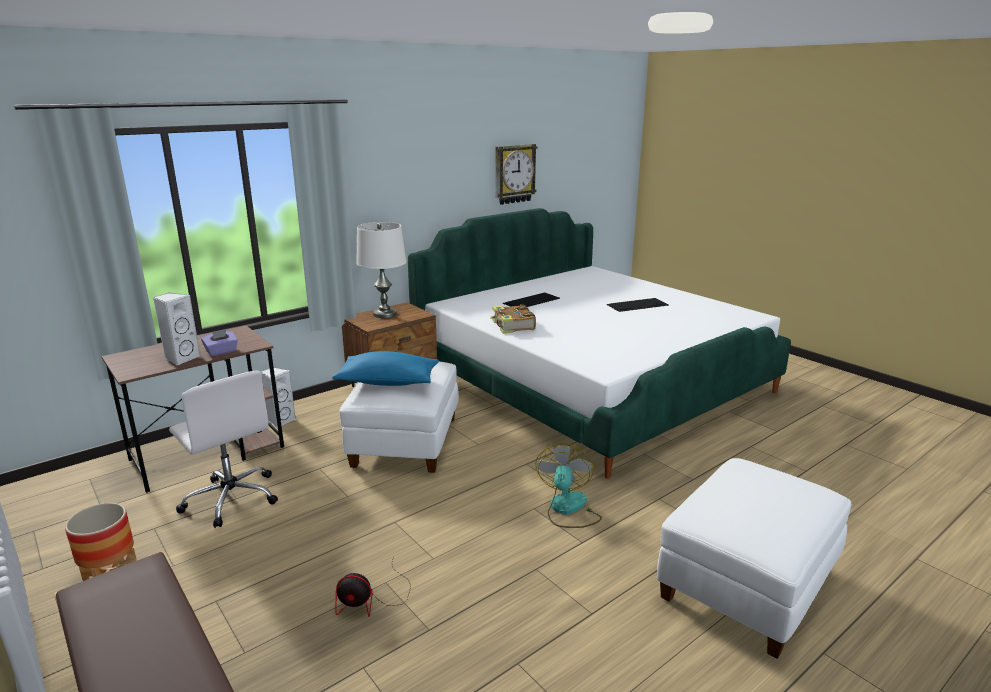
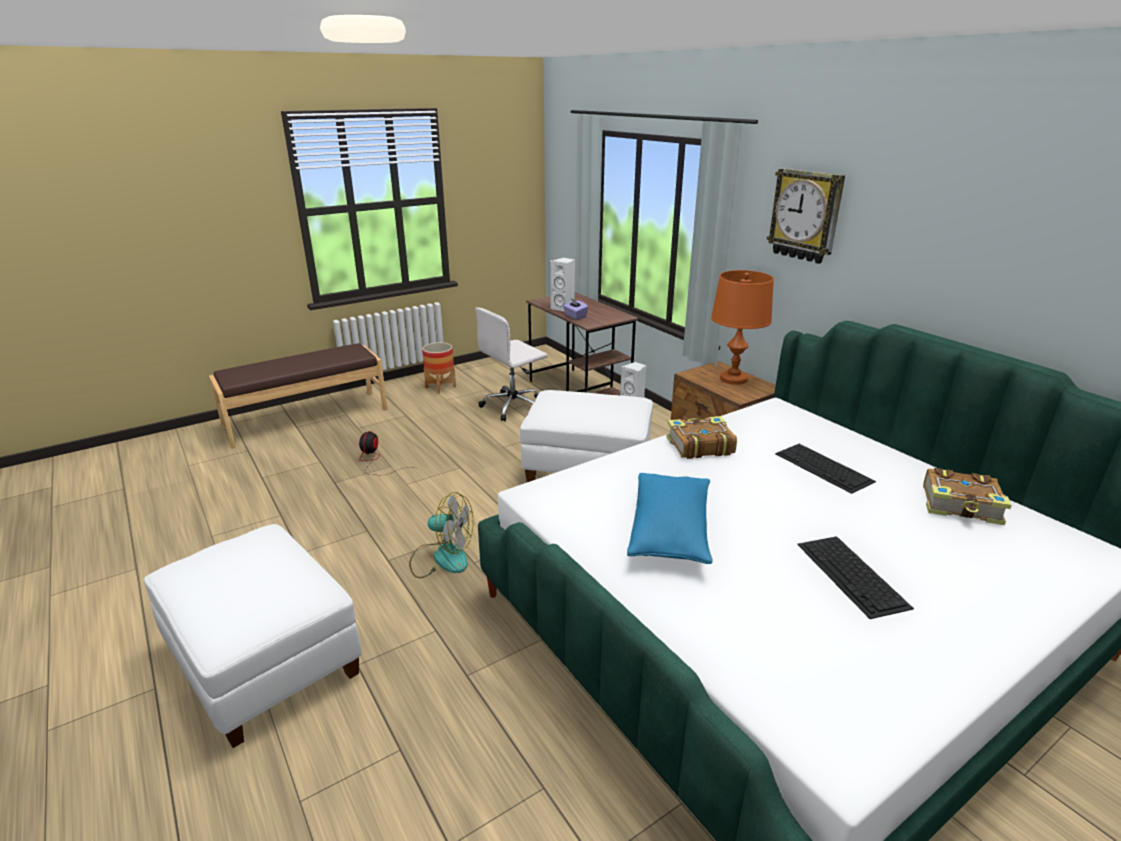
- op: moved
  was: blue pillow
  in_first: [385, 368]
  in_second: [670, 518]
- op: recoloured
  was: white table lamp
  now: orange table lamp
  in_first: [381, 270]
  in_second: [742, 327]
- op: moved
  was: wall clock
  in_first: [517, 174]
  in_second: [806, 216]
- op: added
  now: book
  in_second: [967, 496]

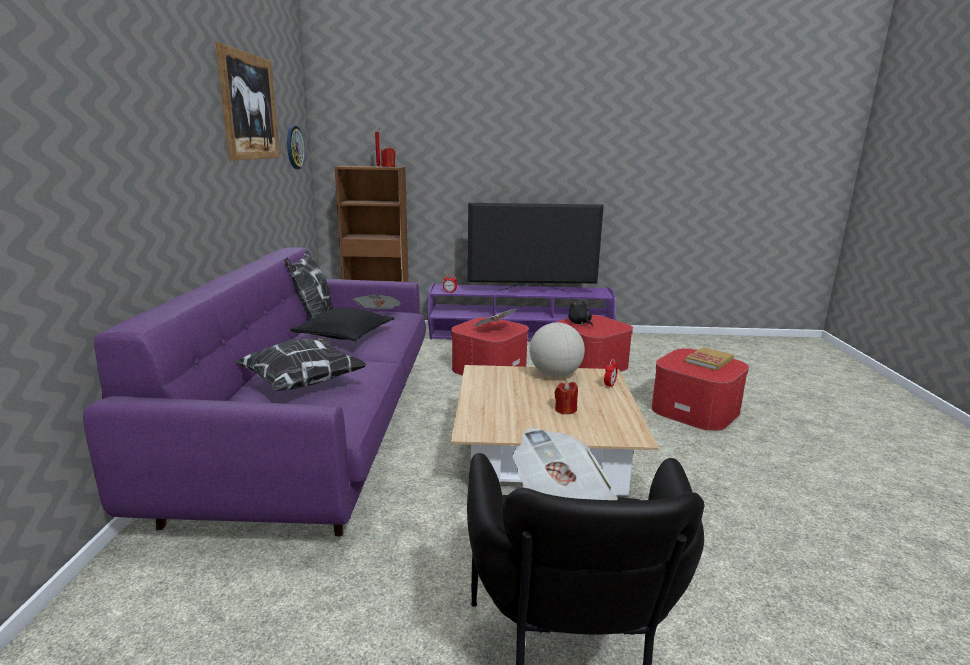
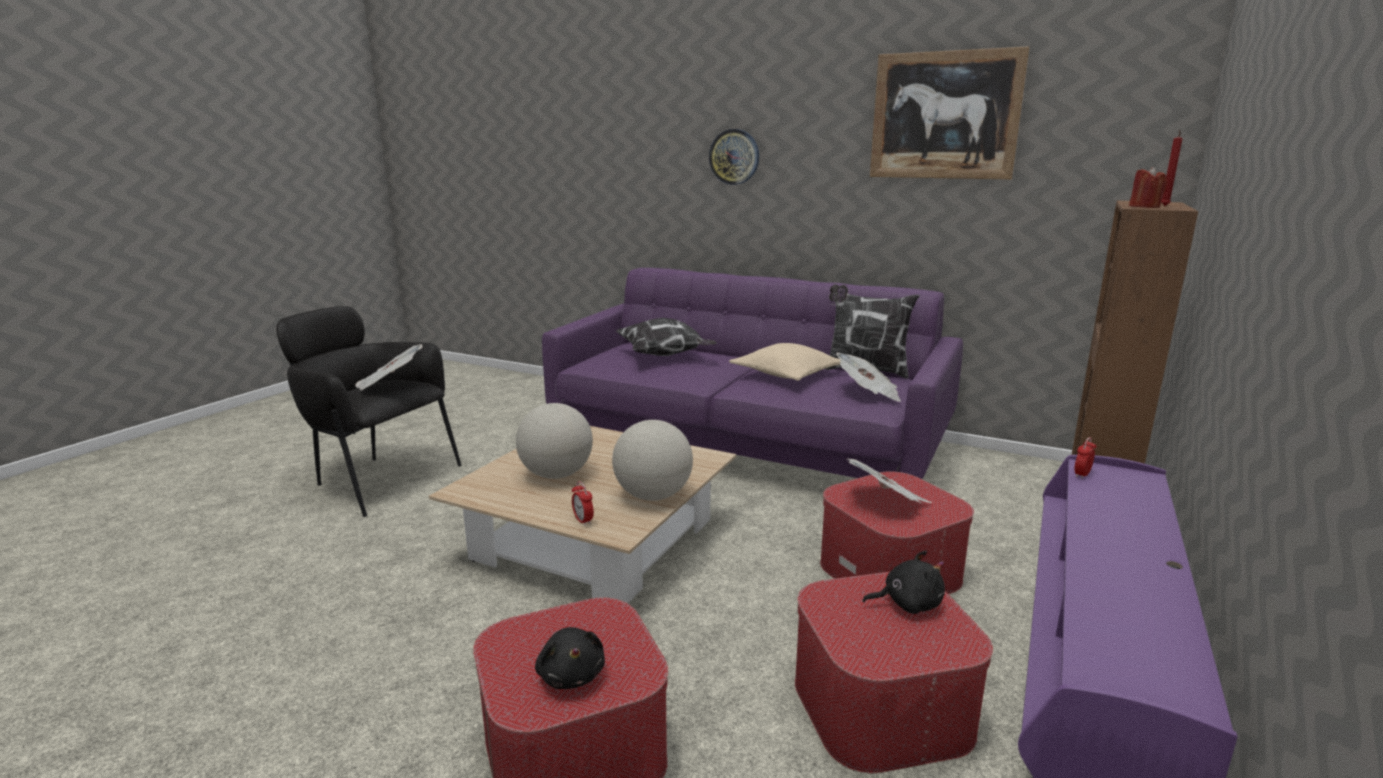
- op: replaced
  was: red candle
  now: globe
  in_first: [566, 398]
  in_second: [554, 441]
- op: replaced
  was: book
  now: black plush toy
  in_first: [709, 359]
  in_second: [570, 658]
- op: moved
  was: wall clock
  in_first: [296, 147]
  in_second: [734, 157]
- op: recoloured
  was: black pillow
  now: beige pillow
  in_first: [342, 324]
  in_second: [785, 362]
- op: removed
  was: television
  in_first: [536, 248]

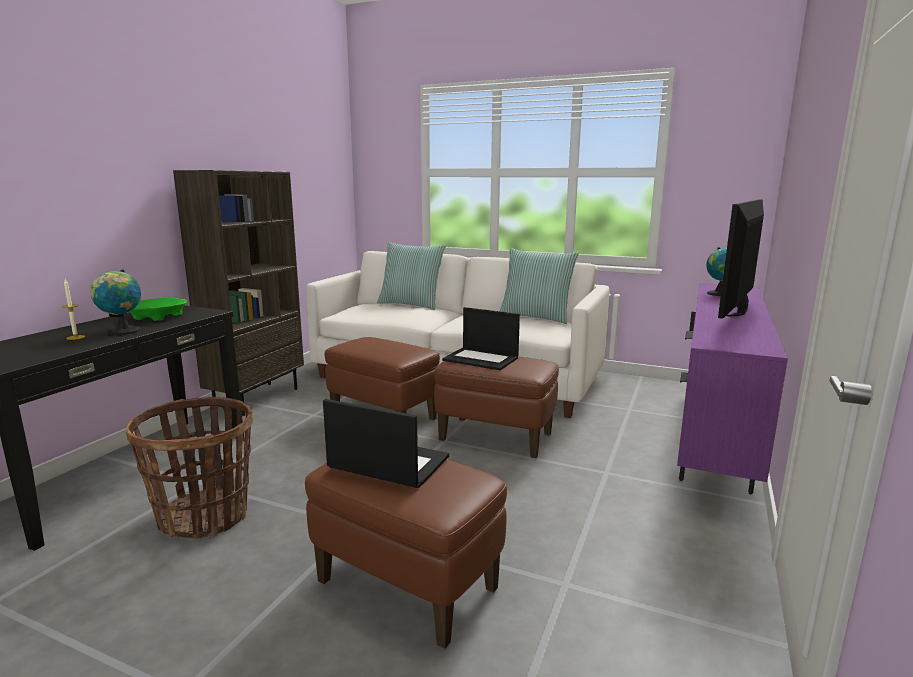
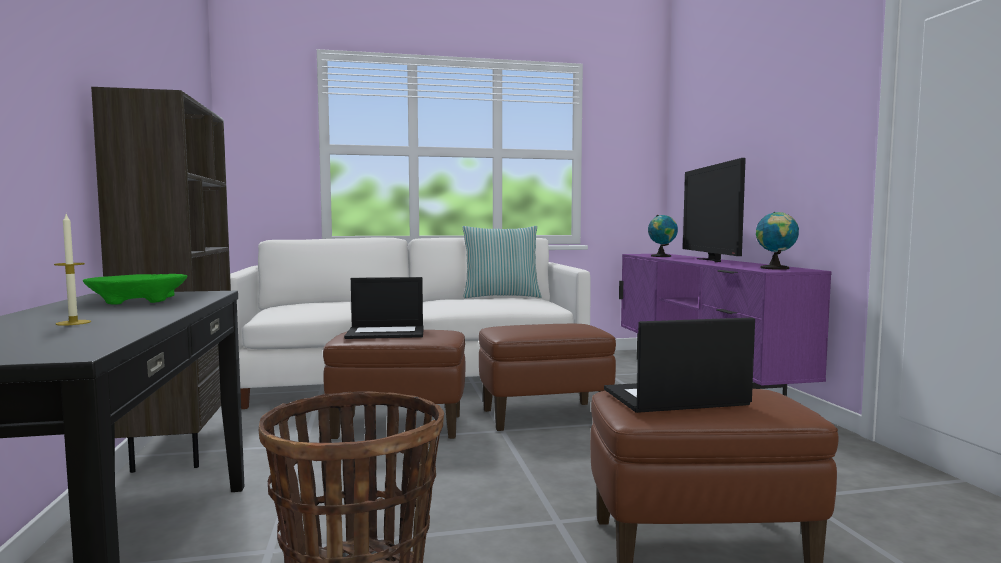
- op: moved
  was: laptop
  in_first: [481, 338]
  in_second: [384, 308]
- op: moved
  was: globe
  in_first: [116, 302]
  in_second: [777, 241]
- op: removed
  was: pillow
  in_first: [411, 276]

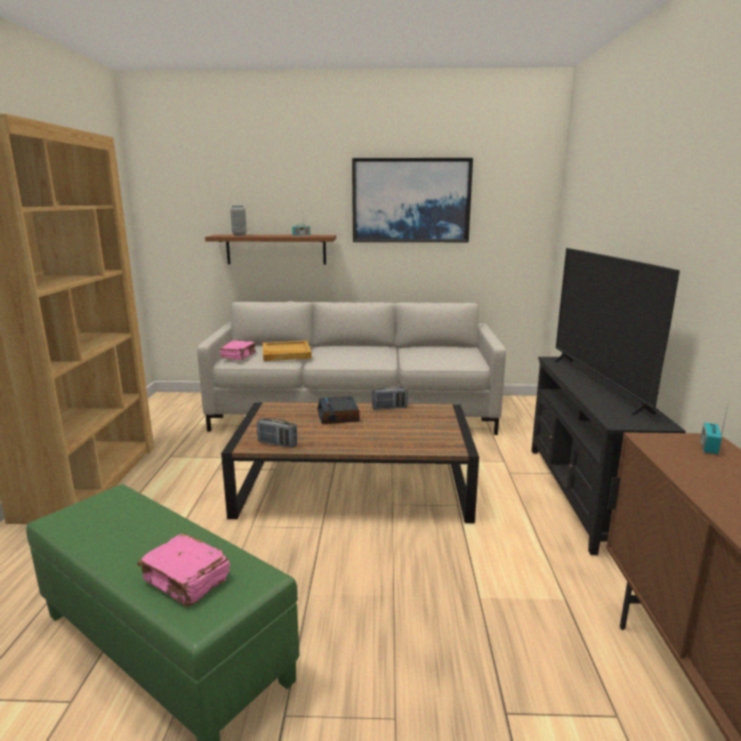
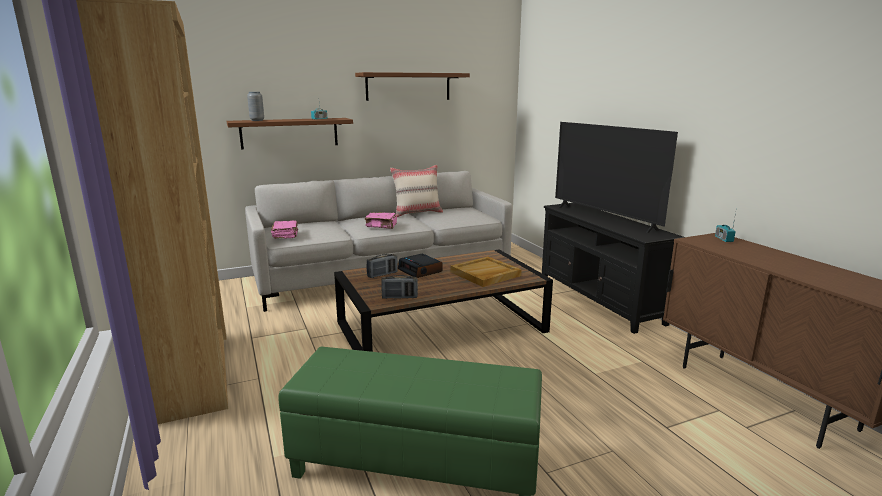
- op: replaced
  was: picture
  now: brown shelf
  in_first: [412, 200]
  in_second: [412, 86]
- op: moved
  was: pink book
  in_first: [183, 570]
  in_second: [381, 220]
- op: moved
  was: radio
  in_first: [390, 398]
  in_second: [382, 266]
- op: added
  now: beige pillow
  in_second: [416, 191]
- op: moved
  was: beige tray
  in_first: [287, 351]
  in_second: [486, 272]

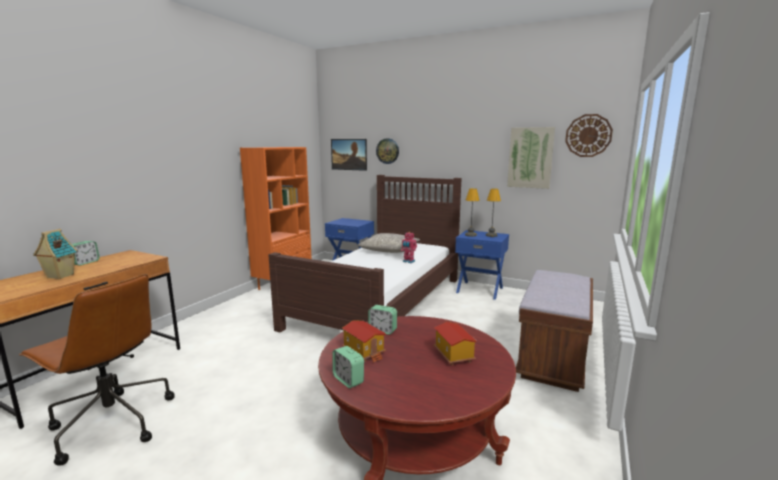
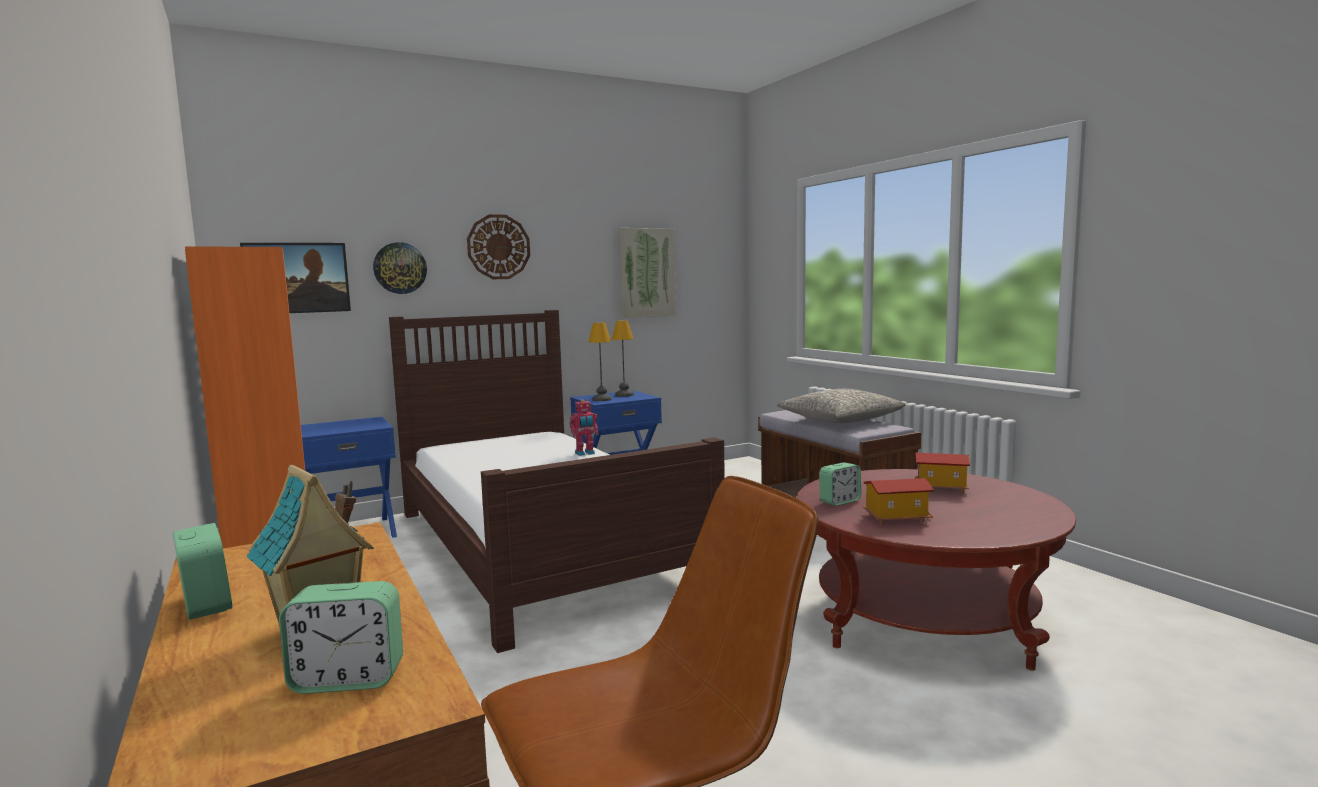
- op: moved
  was: alarm clock
  in_first: [348, 367]
  in_second: [341, 637]
- op: moved
  was: wall clock
  in_first: [589, 135]
  in_second: [498, 246]
- op: moved
  was: grey pillow
  in_first: [389, 243]
  in_second: [841, 406]

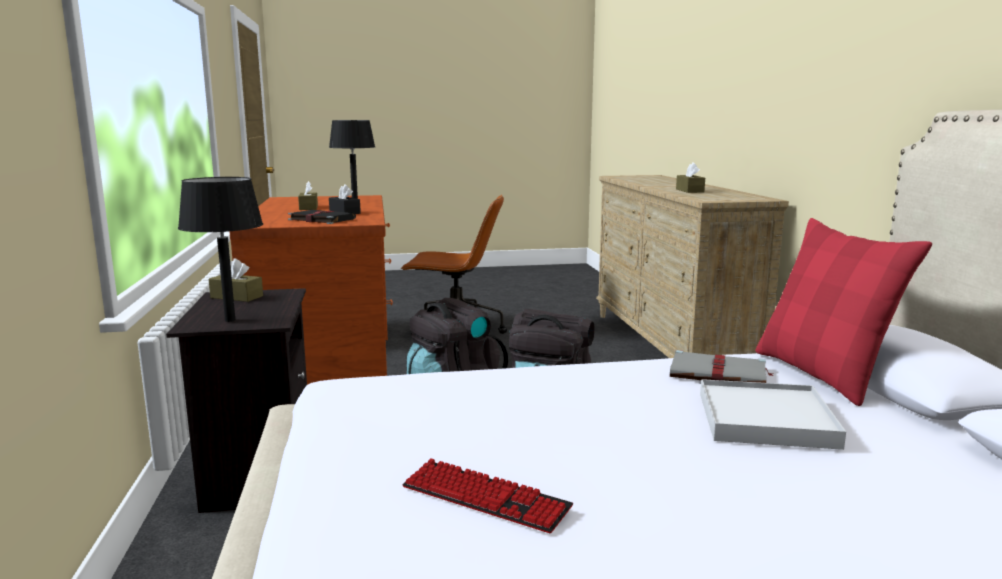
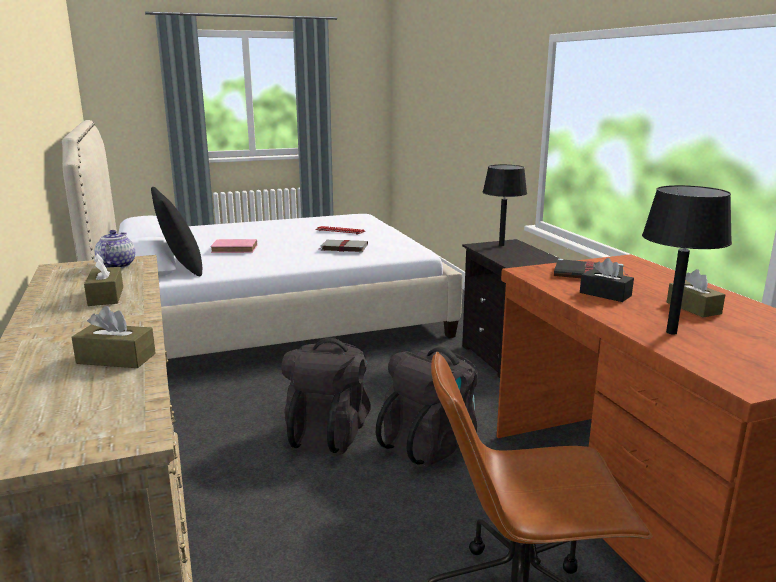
- op: moved
  was: brown tissue box
  in_first: [236, 280]
  in_second: [113, 337]
- op: added
  now: teapot
  in_second: [115, 249]
- op: recoloured
  was: red pillow
  now: black pillow
  in_first: [843, 312]
  in_second: [176, 231]
- op: replaced
  was: white tray
  now: pink book
  in_first: [773, 414]
  in_second: [233, 246]
- op: moved
  was: grey book
  in_first: [722, 366]
  in_second: [343, 246]

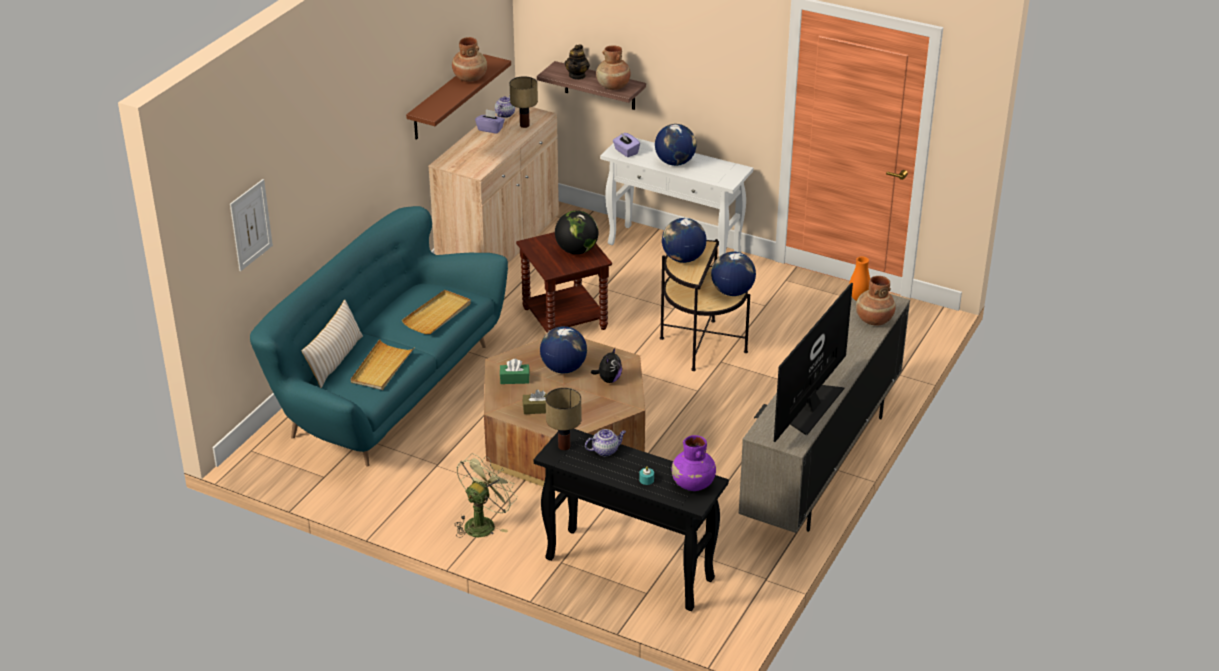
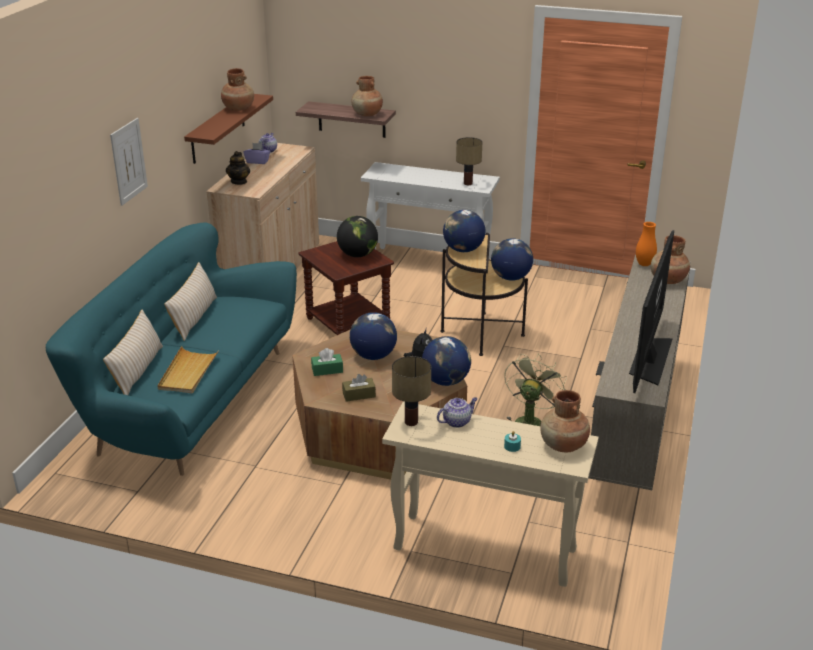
- op: moved
  was: picture
  in_first: [251, 225]
  in_second: [129, 162]
- op: added
  now: beige pillow
  in_second: [190, 301]
- op: moved
  was: teapot
  in_first: [577, 62]
  in_second: [238, 168]
- op: recoloured
  was: black console table
  now: beige console table
  in_first: [631, 520]
  in_second: [490, 494]
- op: moved
  was: globe
  in_first: [675, 145]
  in_second: [446, 361]
- op: moved
  was: table lamp
  in_first: [523, 102]
  in_second: [469, 161]
- op: moved
  was: green fan
  in_first: [486, 495]
  in_second: [535, 390]
- op: recoloured
  was: purple vase
  now: brown vase
  in_first: [693, 463]
  in_second: [565, 421]
- op: removed
  was: beige tray
  in_first: [436, 312]
- op: removed
  was: purple tissue box
  in_first: [626, 145]

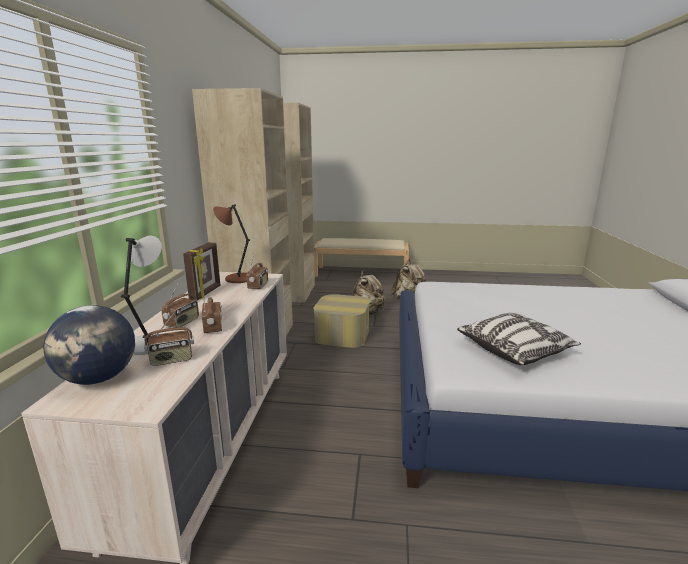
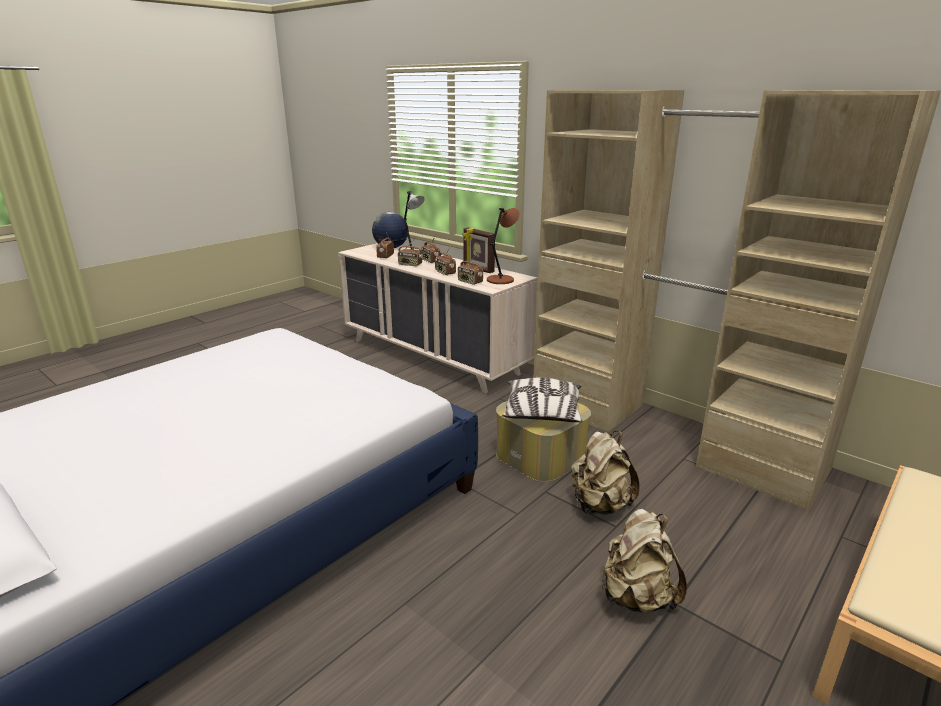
- op: added
  now: radio
  in_second: [445, 260]
- op: moved
  was: pillow
  in_first: [519, 339]
  in_second: [542, 399]

